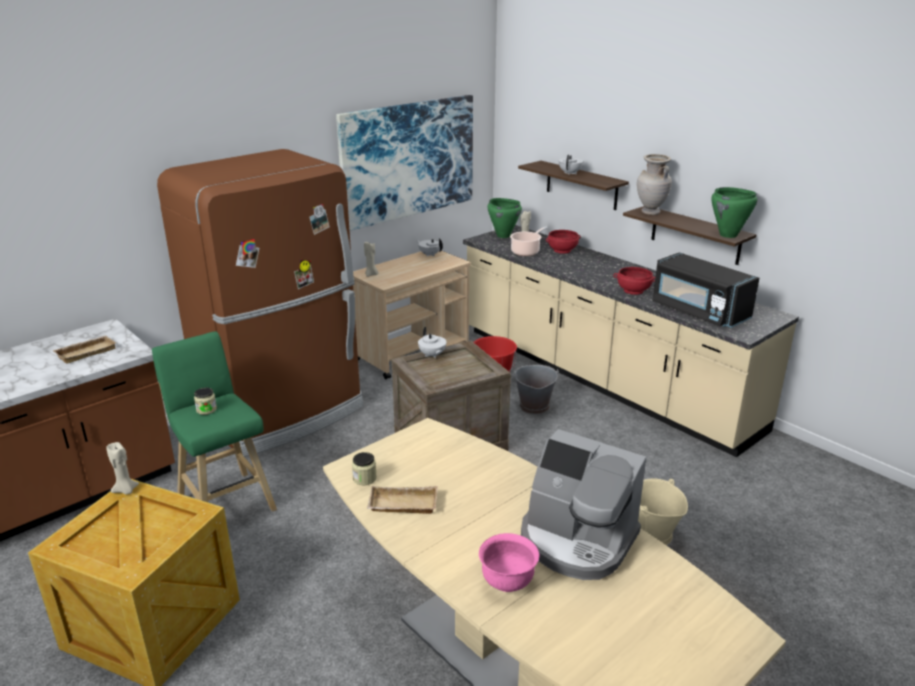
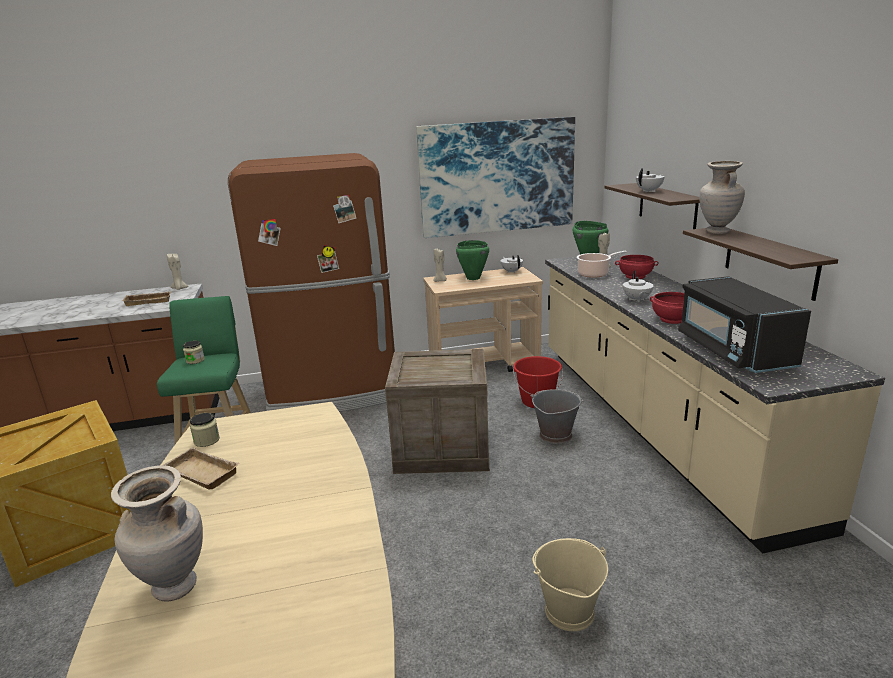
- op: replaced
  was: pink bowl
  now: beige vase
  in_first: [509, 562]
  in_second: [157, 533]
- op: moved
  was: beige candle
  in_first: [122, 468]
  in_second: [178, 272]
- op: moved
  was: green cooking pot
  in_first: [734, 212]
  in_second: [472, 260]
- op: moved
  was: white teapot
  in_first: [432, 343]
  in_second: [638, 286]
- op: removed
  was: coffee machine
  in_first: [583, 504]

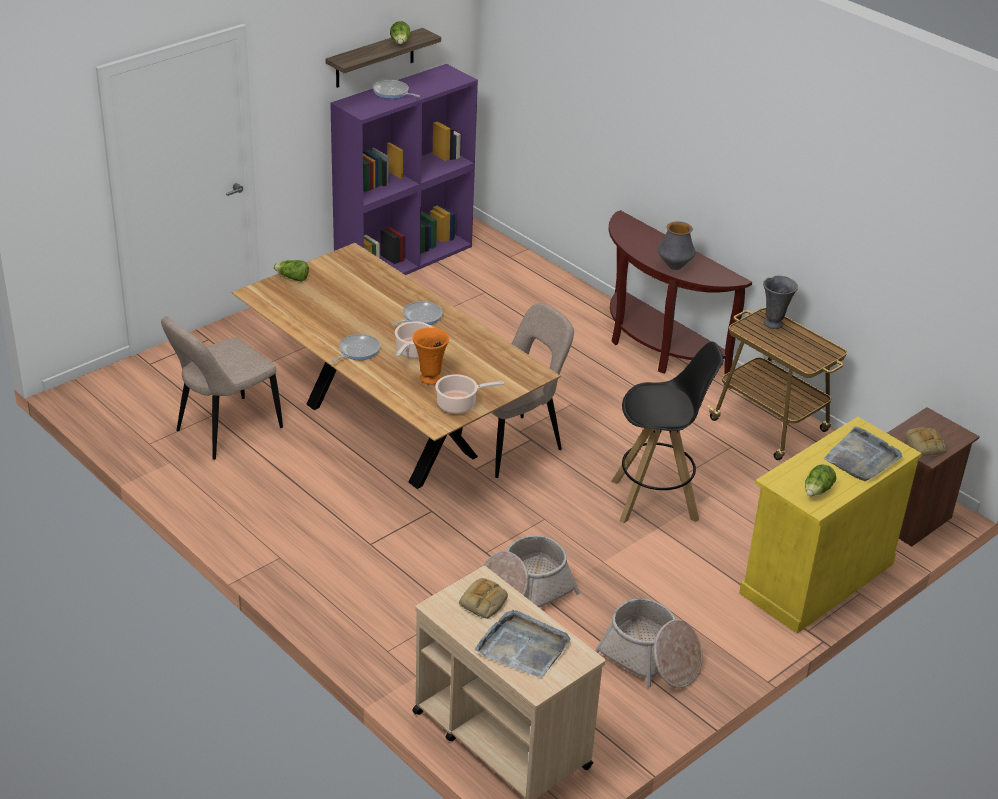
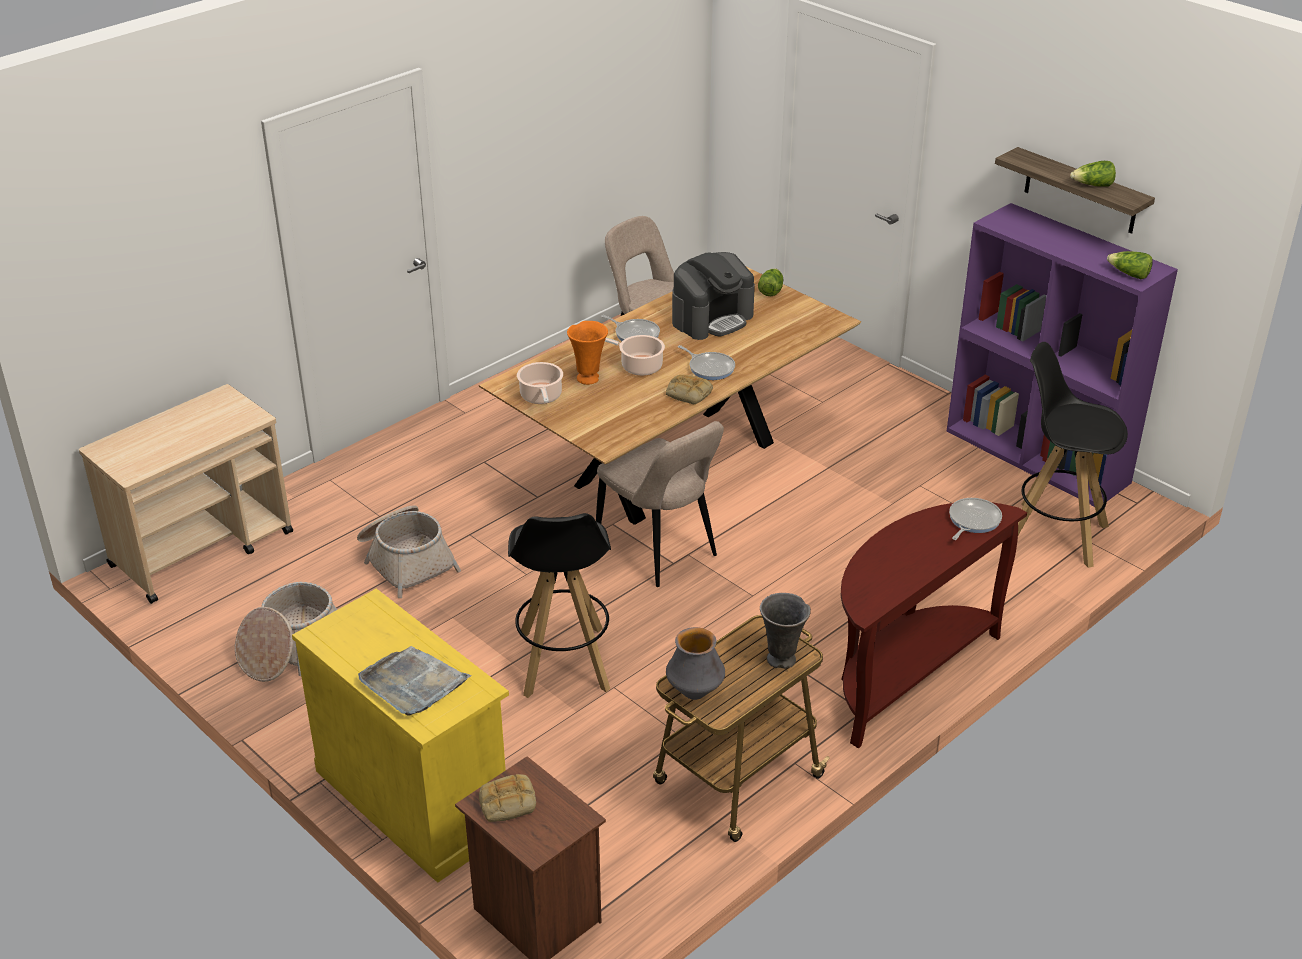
- op: moved
  was: bread
  in_first: [483, 598]
  in_second: [689, 389]
- op: moved
  was: vase
  in_first: [676, 245]
  in_second: [695, 663]
- op: added
  now: coffee machine
  in_second: [713, 296]
- op: moved
  was: frying pan
  in_first: [396, 89]
  in_second: [975, 519]
- op: added
  now: black stool
  in_second: [1073, 455]
- op: moved
  was: lettuce
  in_first: [820, 480]
  in_second: [1129, 265]
- op: removed
  was: grey tray
  in_first: [523, 643]

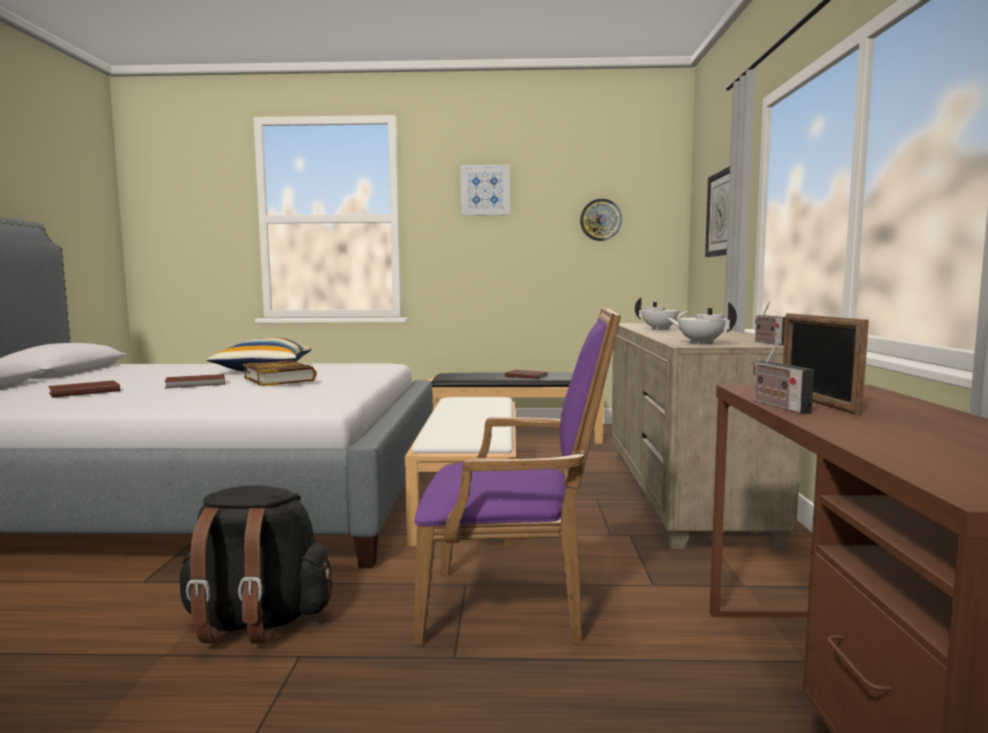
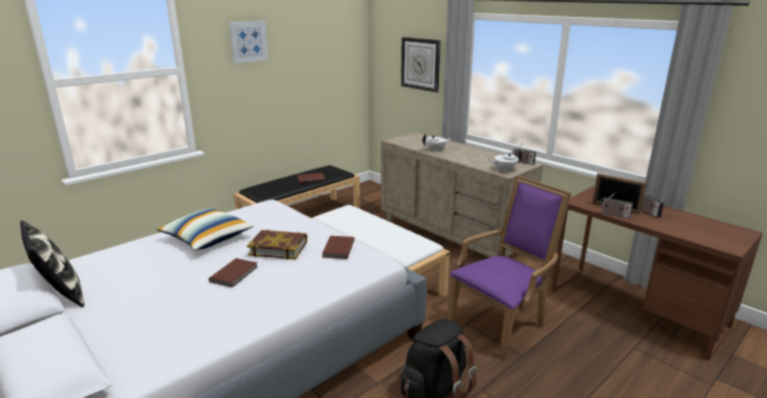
- op: added
  now: pillow
  in_second: [52, 263]
- op: moved
  was: brown book
  in_first: [84, 389]
  in_second: [338, 247]
- op: added
  now: radio
  in_second: [652, 203]
- op: removed
  was: wall clock
  in_first: [601, 220]

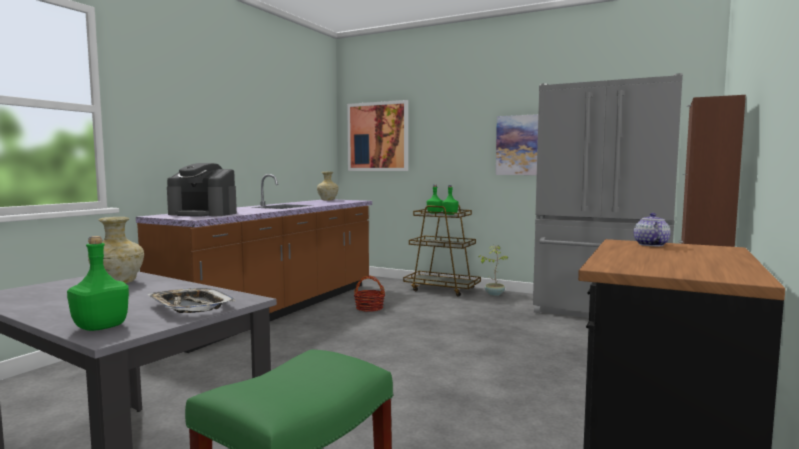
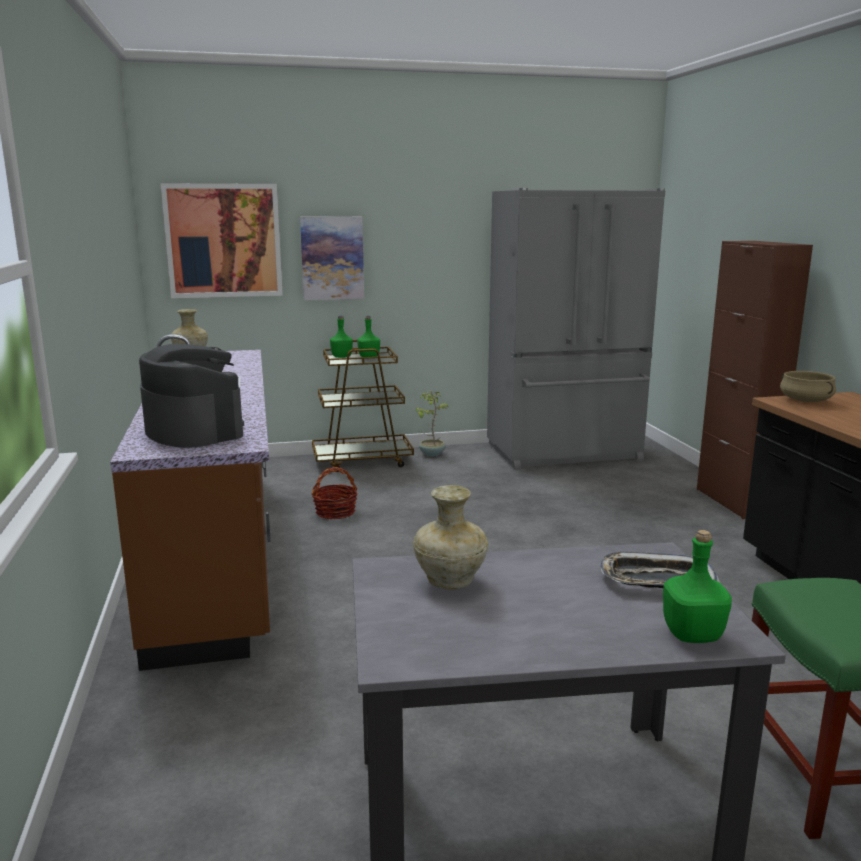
- op: turned
  was: coffee machine
  in_first: [202, 190]
  in_second: [191, 396]
  clockwise: -105
- op: moved
  was: picture
  in_first: [517, 144]
  in_second: [332, 258]
- op: replaced
  was: teapot
  now: beige cooking pot
  in_first: [652, 229]
  in_second: [808, 386]

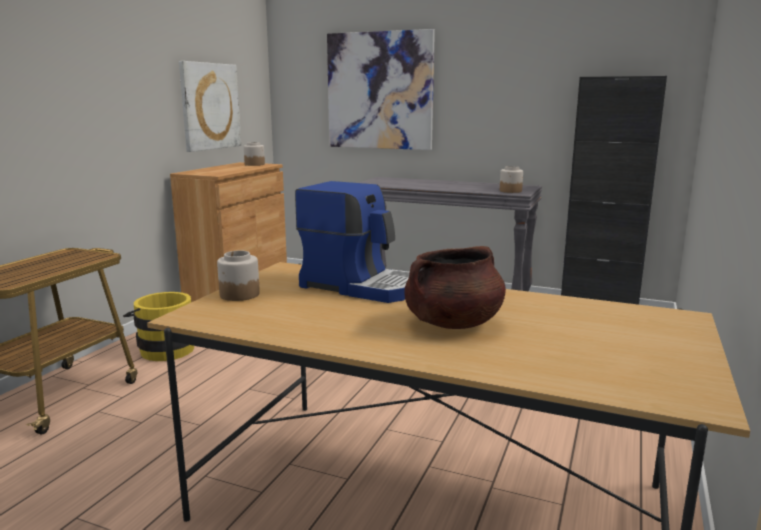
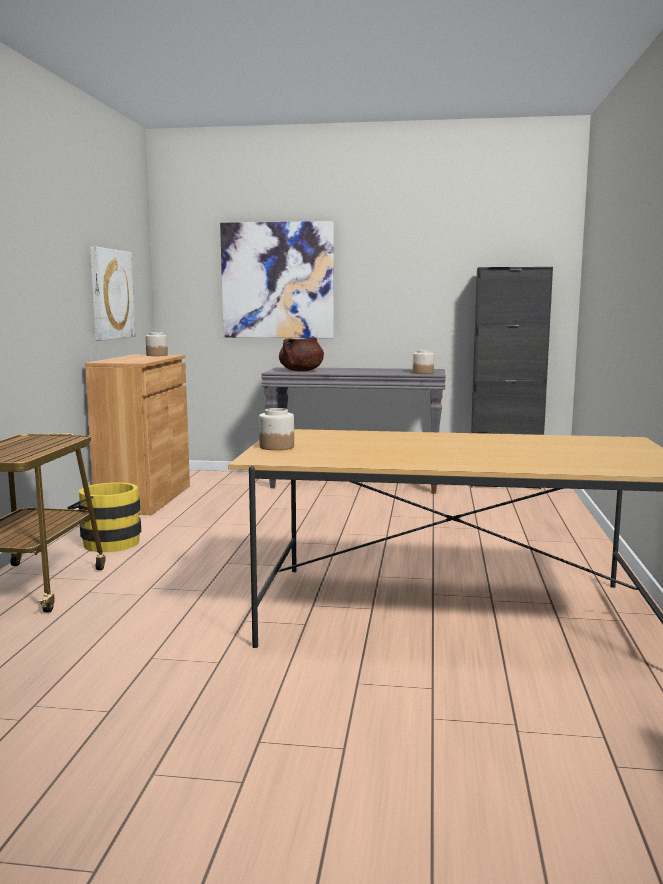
- op: moved
  was: brown cooking pot
  in_first: [455, 287]
  in_second: [301, 354]
- op: removed
  was: coffee machine
  in_first: [352, 242]

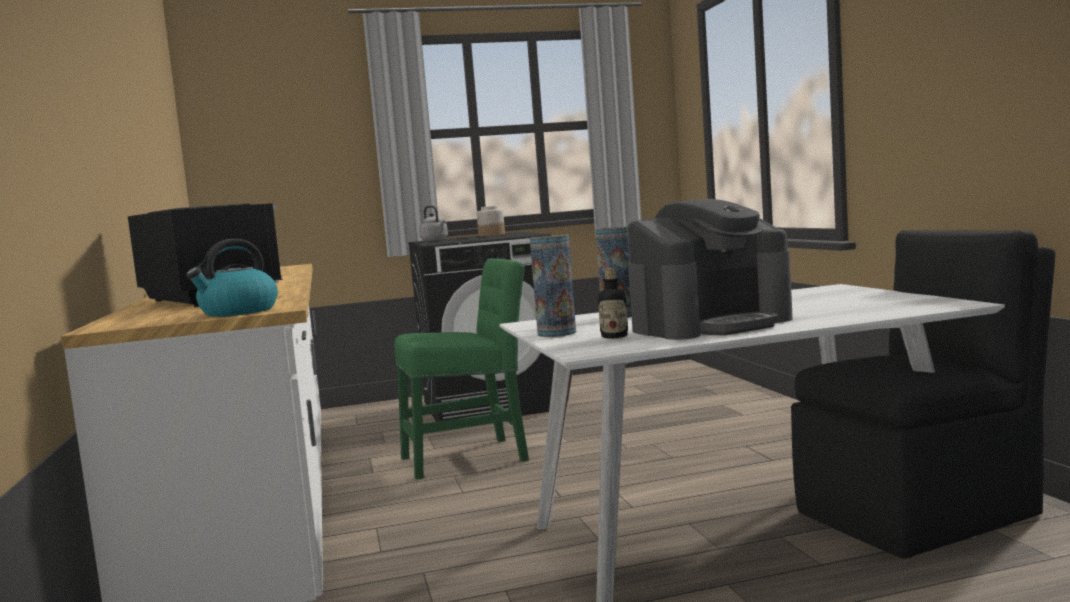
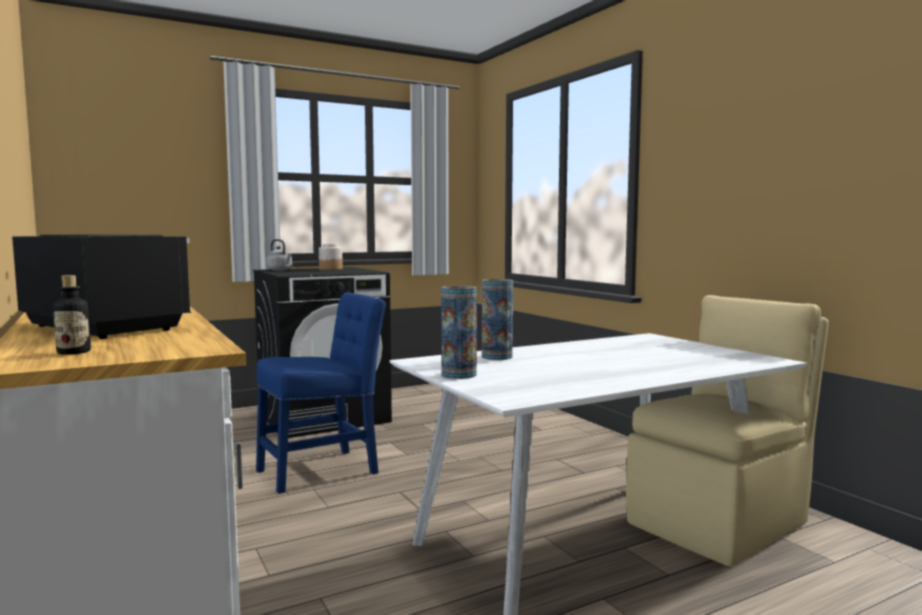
- op: moved
  was: bottle
  in_first: [613, 303]
  in_second: [72, 315]
- op: recoloured
  was: green chair
  now: blue chair
  in_first: [461, 369]
  in_second: [321, 393]
- op: recoloured
  was: black chair
  now: beige chair
  in_first: [923, 394]
  in_second: [727, 431]
- op: removed
  was: kettle
  in_first: [232, 278]
- op: removed
  was: coffee machine
  in_first: [710, 269]

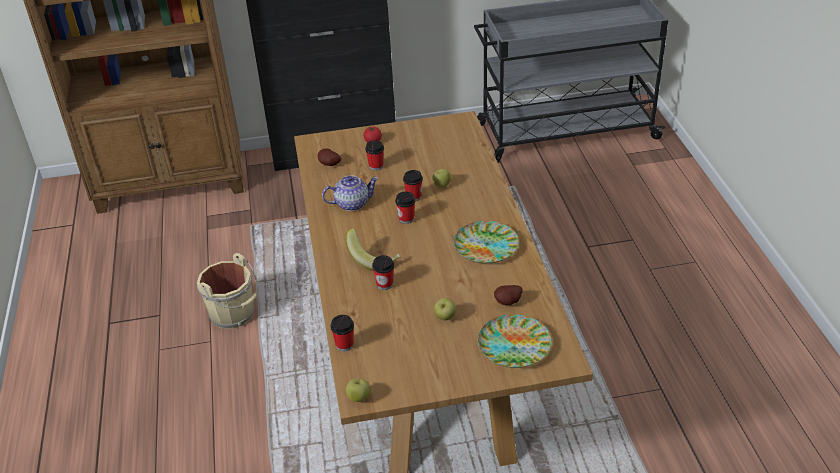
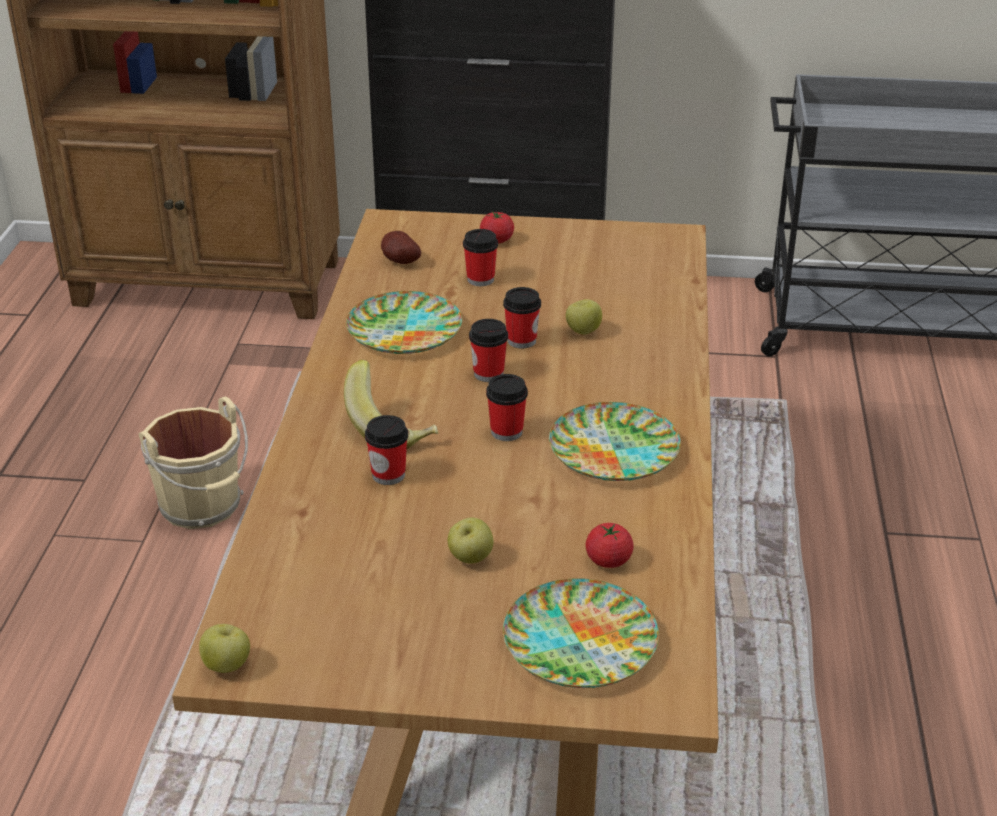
- op: replaced
  was: teapot
  now: plate
  in_first: [350, 193]
  in_second: [404, 322]
- op: moved
  was: cup
  in_first: [342, 333]
  in_second: [507, 407]
- op: replaced
  was: potato
  now: tomato
  in_first: [508, 295]
  in_second: [610, 545]

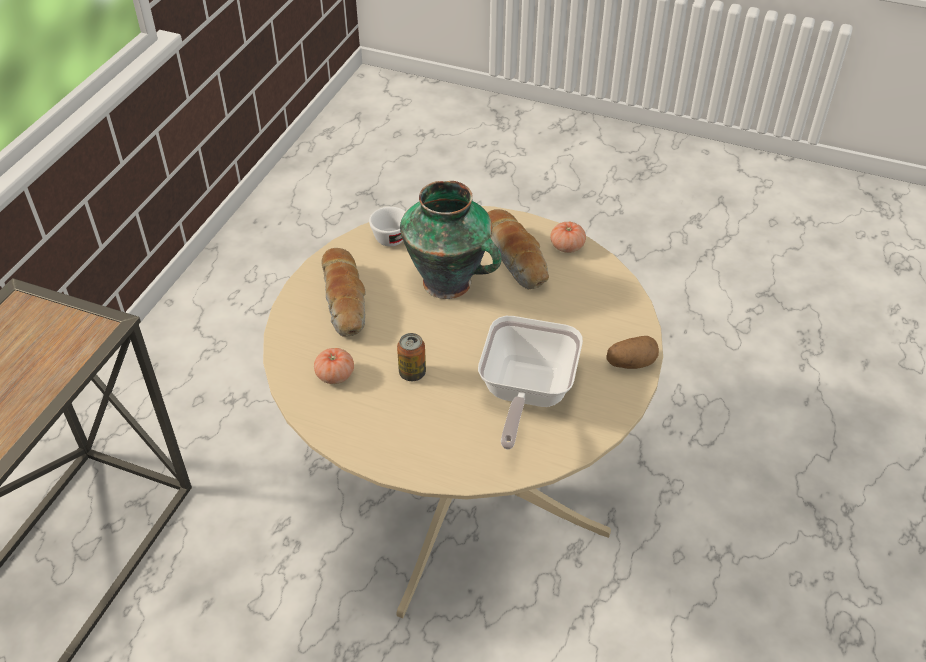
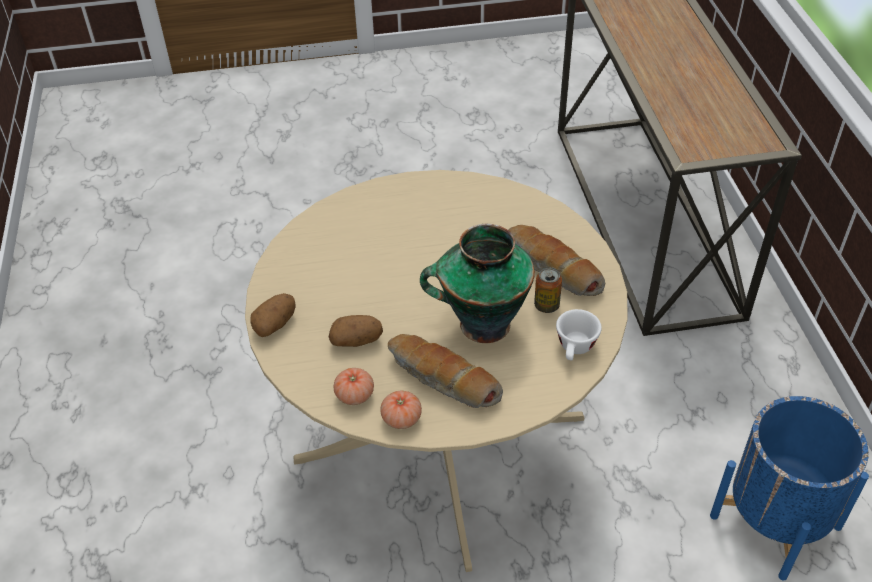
- op: added
  now: potato
  in_second: [356, 331]
- op: moved
  was: tomato
  in_first: [334, 366]
  in_second: [354, 386]
- op: moved
  was: can
  in_first: [411, 357]
  in_second: [548, 290]
- op: added
  now: blue planter
  in_second: [789, 488]
- op: removed
  was: frying pan
  in_first: [530, 383]

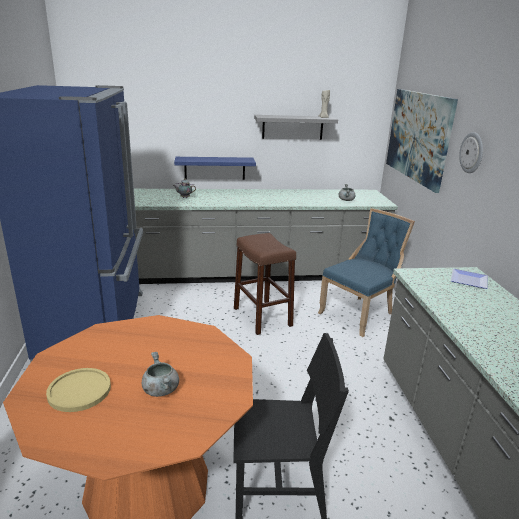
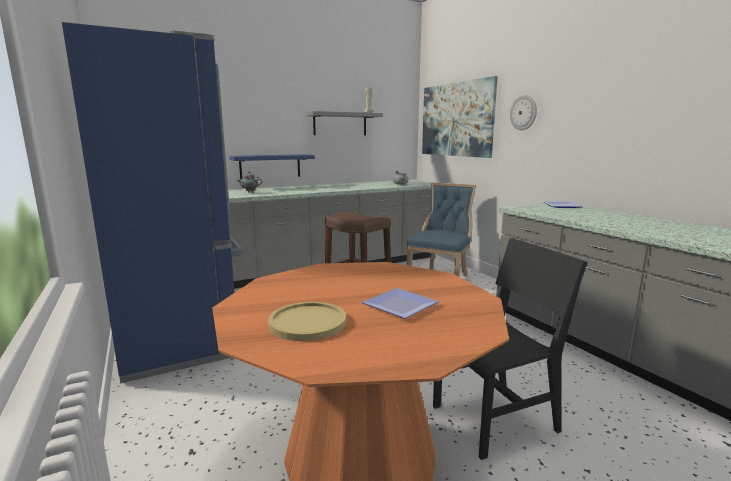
- op: replaced
  was: grey cooking pot
  now: plate
  in_first: [160, 374]
  in_second: [400, 303]

